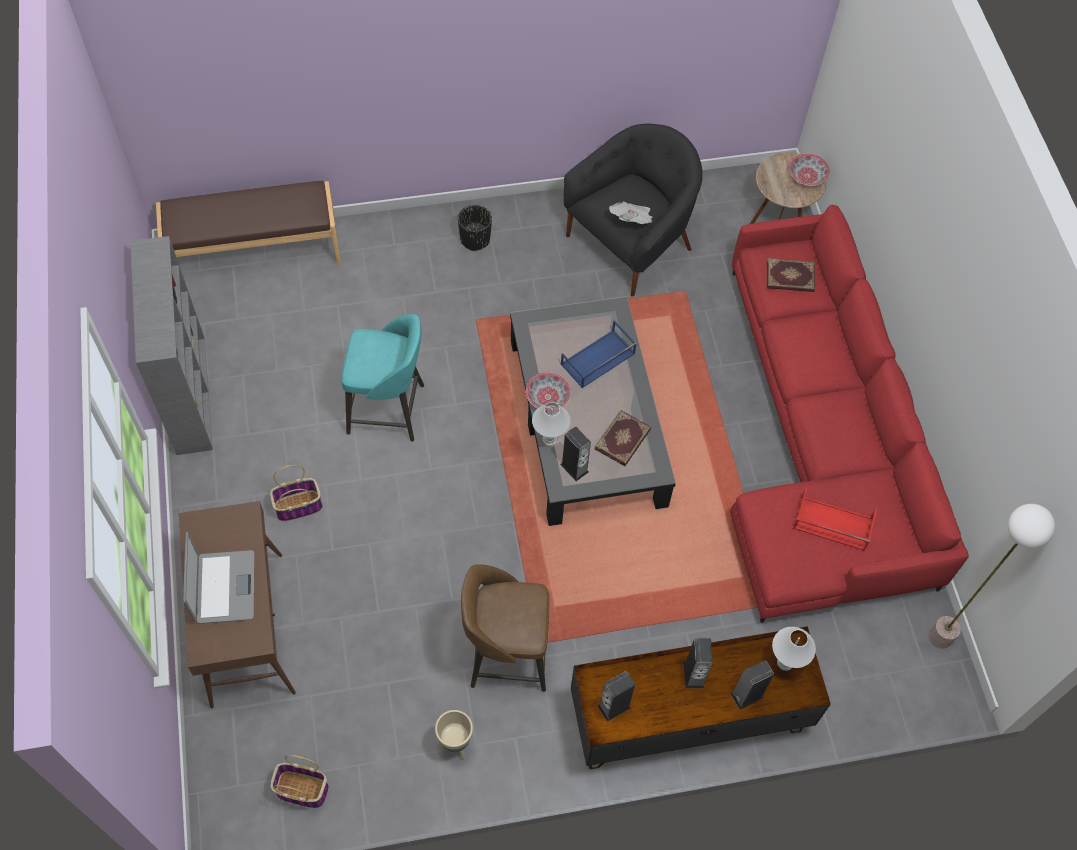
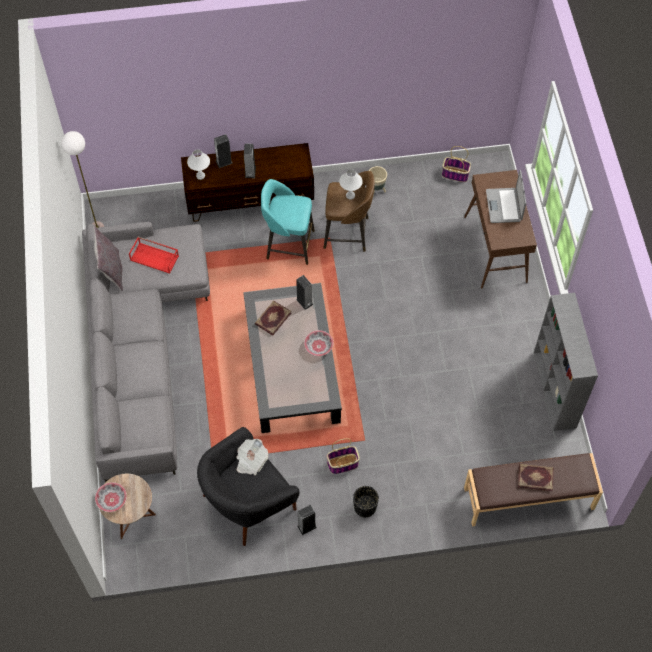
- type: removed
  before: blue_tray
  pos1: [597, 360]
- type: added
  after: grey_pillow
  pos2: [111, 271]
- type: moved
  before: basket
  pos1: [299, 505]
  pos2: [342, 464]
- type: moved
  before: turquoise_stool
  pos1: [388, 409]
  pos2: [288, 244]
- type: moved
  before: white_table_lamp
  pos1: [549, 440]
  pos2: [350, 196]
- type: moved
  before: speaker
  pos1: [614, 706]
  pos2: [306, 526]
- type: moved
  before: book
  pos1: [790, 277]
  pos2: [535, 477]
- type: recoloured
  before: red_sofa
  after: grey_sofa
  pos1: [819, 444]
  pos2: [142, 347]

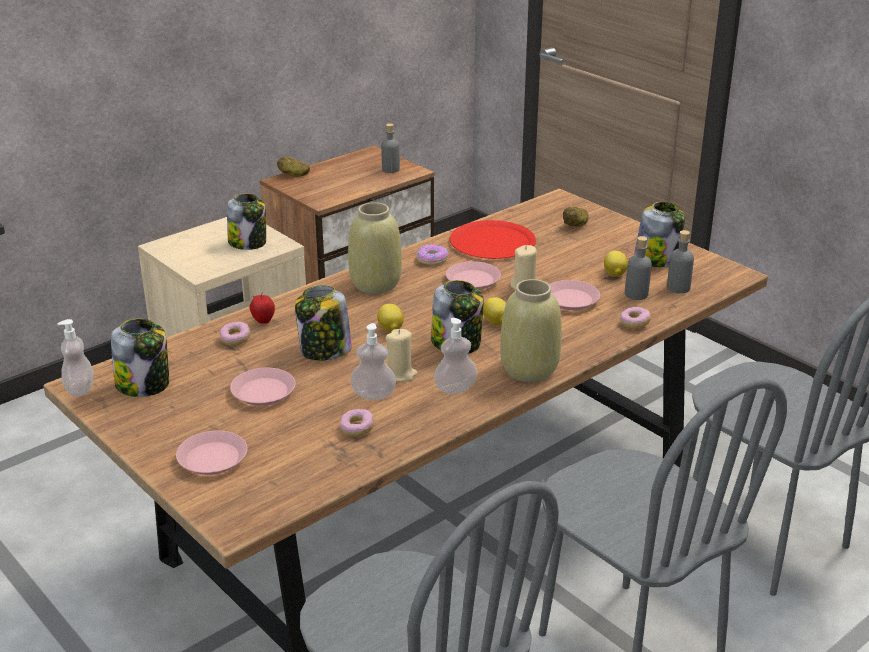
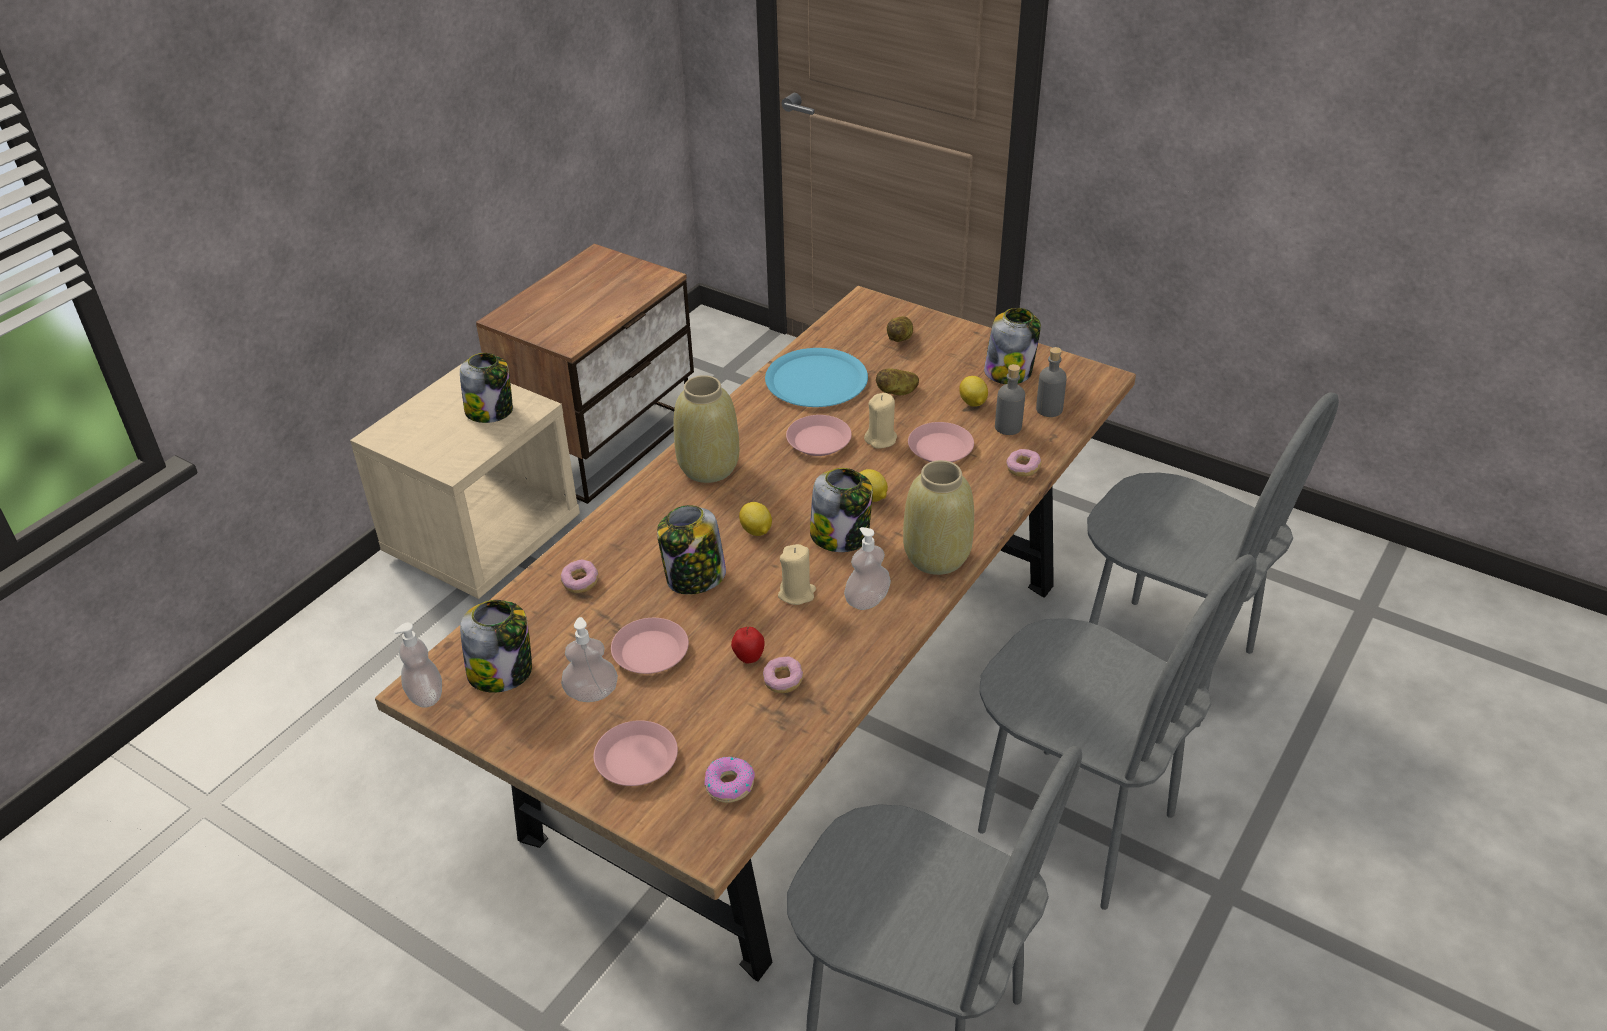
- type: removed
  before: grey_bottle
  pos1: [390, 169]
- type: moved
  before: apple
  pos1: [263, 321]
  pos2: [748, 658]
- type: moved
  before: potato
  pos1: [293, 175]
  pos2: [897, 392]
- type: moved
  before: soap_dispenser
  pos1: [373, 395]
  pos2: [591, 693]
- type: moved
  before: donut
  pos1: [432, 259]
  pos2: [729, 784]
- type: recoloured
  before: red_plate
  after: blue_plate
  pos1: [492, 242]
  pos2: [816, 380]

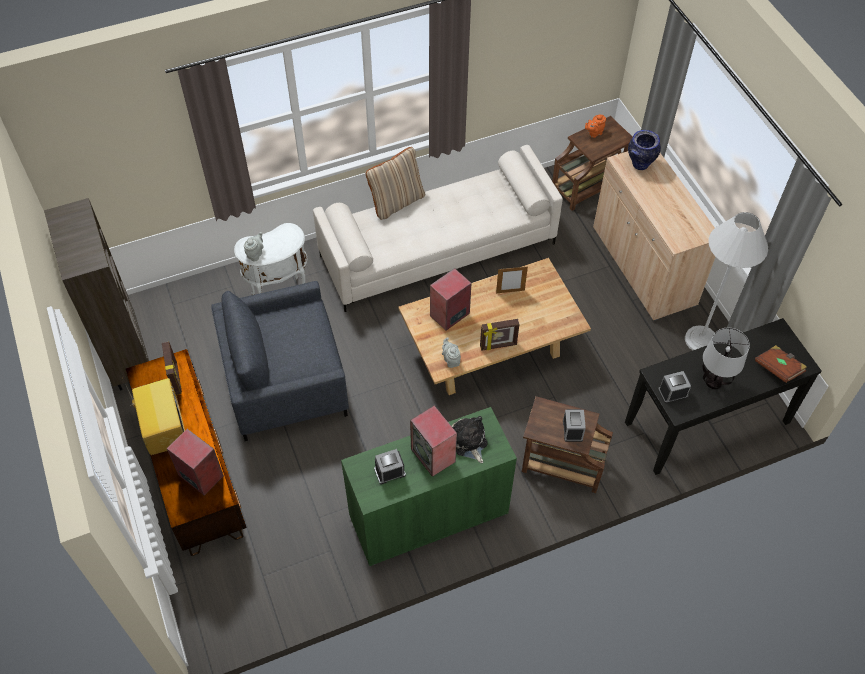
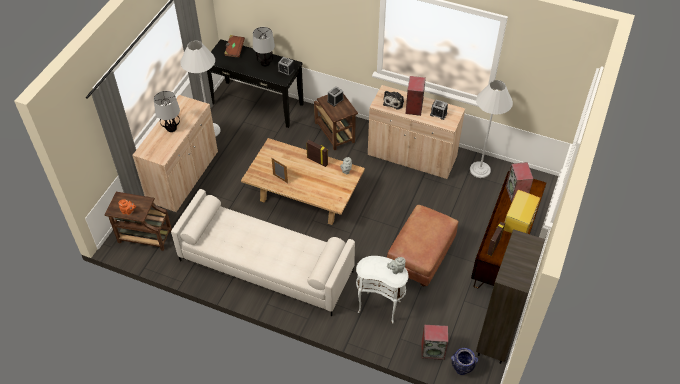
- type: removed
  before: beige_pillow
  pos1: [396, 202]
- type: added
  after: table_lamp
  pos2: [171, 129]
- type: added
  after: white_floor_lamp
  pos2: [480, 170]
- type: moved
  before: speaker
  pos1: [449, 315]
  pos2: [433, 350]
- type: moved
  before: vase
  pos1: [640, 165]
  pos2: [461, 369]
- type: replaced
  before: grey_armchair
  after: brown_ottoman
  pos1: [285, 382]
  pos2: [420, 259]
- type: recoloured
  before: green_cabinet
  after: beige_cabinet
  pos1: [428, 514]
  pos2: [412, 156]

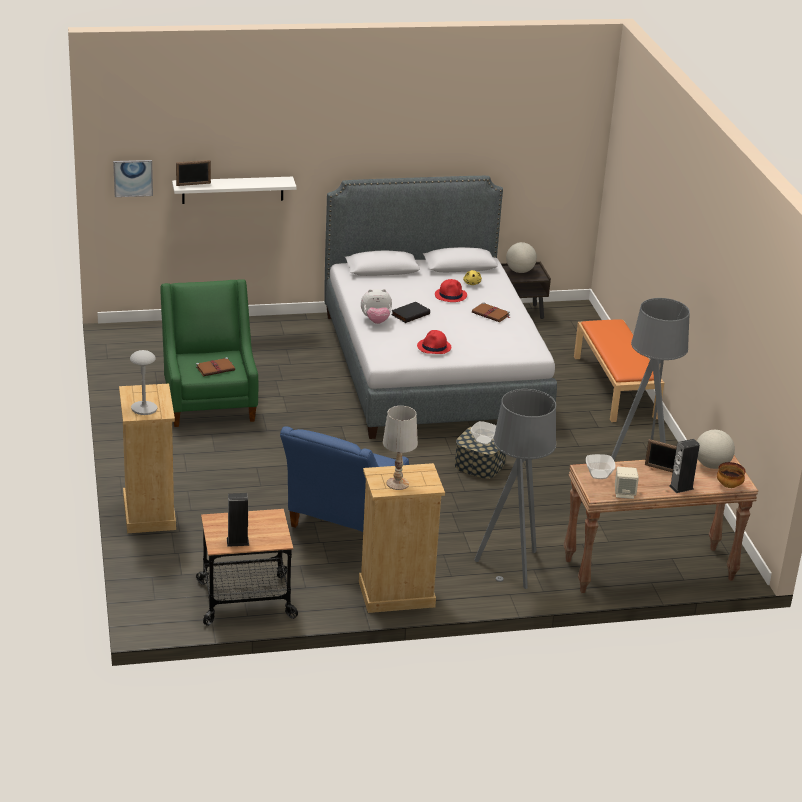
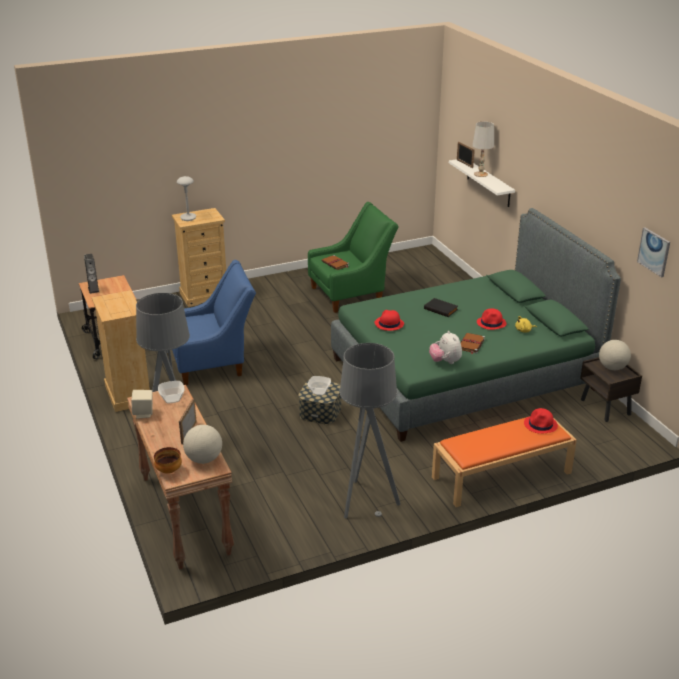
- type: removed
  before: speaker
  pos1: [681, 487]
- type: added
  after: red_hat
  pos2: [540, 425]
- type: moved
  before: picture
  pos1: [133, 178]
  pos2: [654, 252]
- type: moved
  before: plush_toy
  pos1: [376, 321]
  pos2: [445, 362]
- type: moved
  before: white_table_lamp
  pos1: [397, 483]
  pos2: [480, 174]
- type: recoloured
  before: grey_bed
  after: green_bed
  pos1: [431, 368]
  pos2: [463, 373]
- type: turned
  before: blue_armchair
  pos1: [342, 523]
  pos2: [213, 362]
  turn: 150

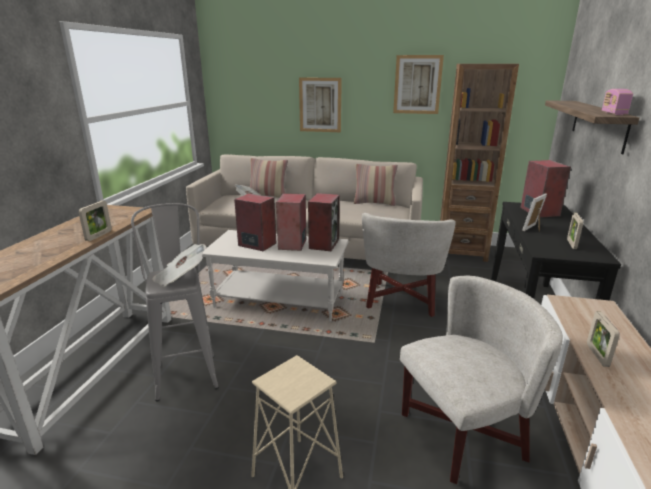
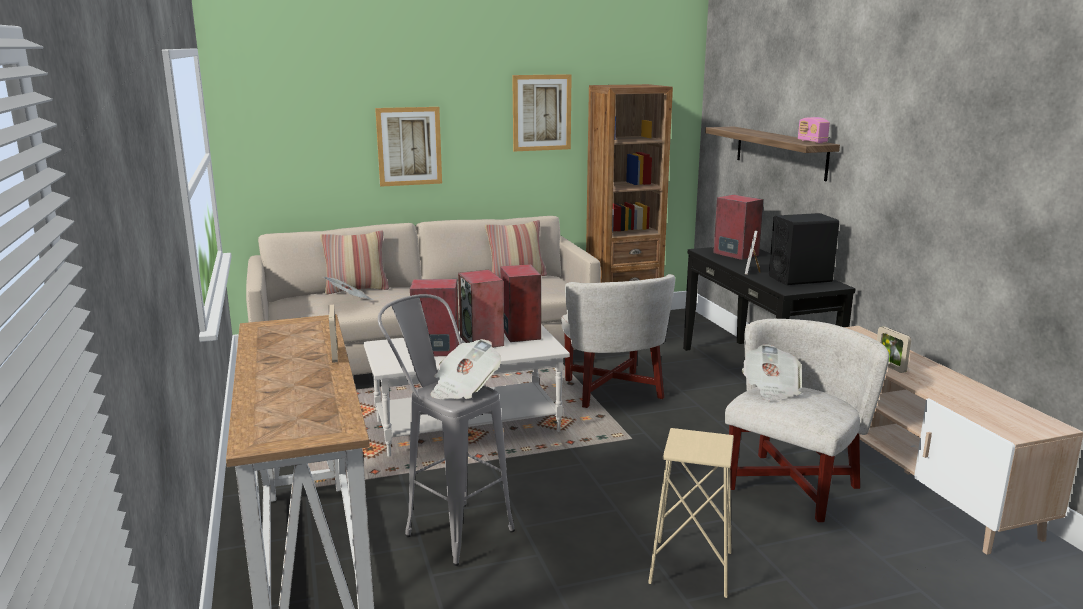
- type: added
  after: newspaper
  pos2: [770, 389]
- type: replaced
  before: picture_frame
  after: black_speaker
  pos1: [571, 244]
  pos2: [800, 279]

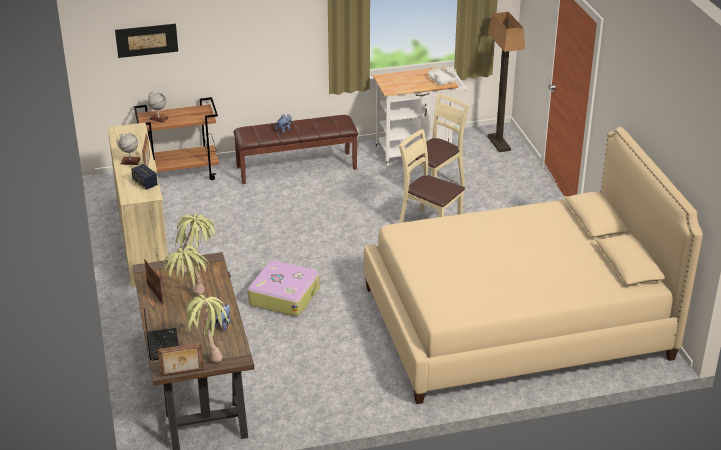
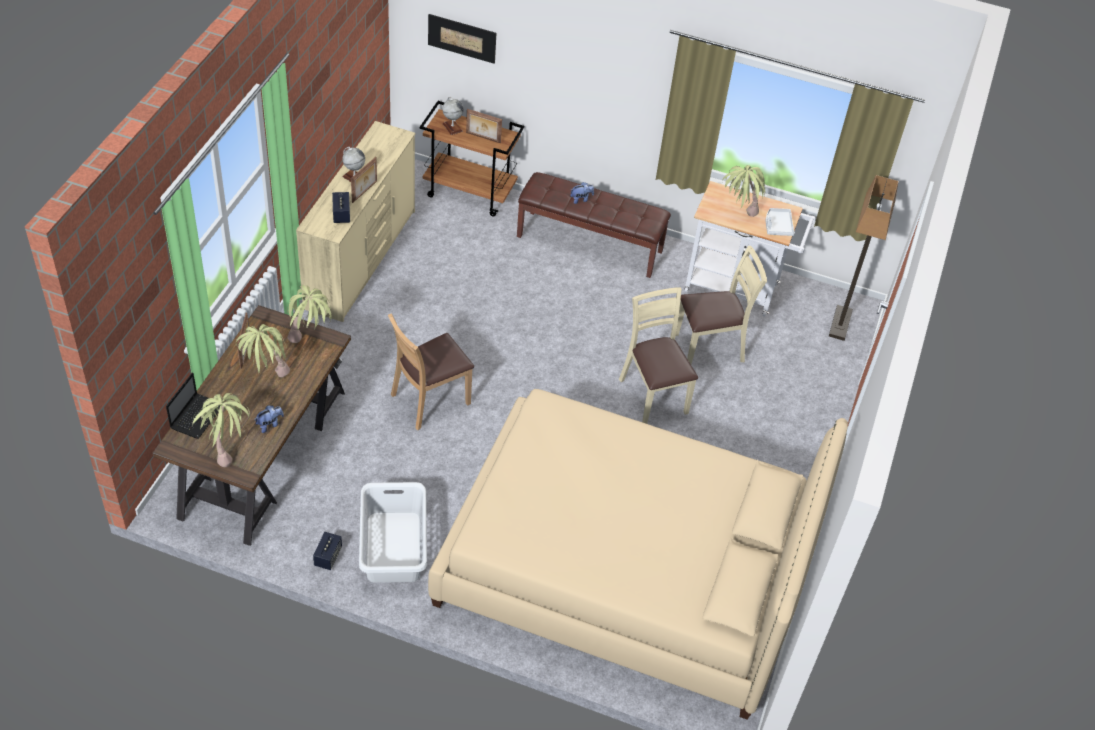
- type: added
  after: speaker
  pos2: [328, 557]
- type: added
  after: white_laundry_basket
  pos2: [393, 547]
- type: added
  after: potted_plant
  pos2: [738, 216]
- type: moved
  before: picture_frame
  pos1: [182, 373]
  pos2: [483, 138]
- type: replaced
  before: suitcase
  after: brown_chair
  pos1: [284, 296]
  pos2: [430, 400]

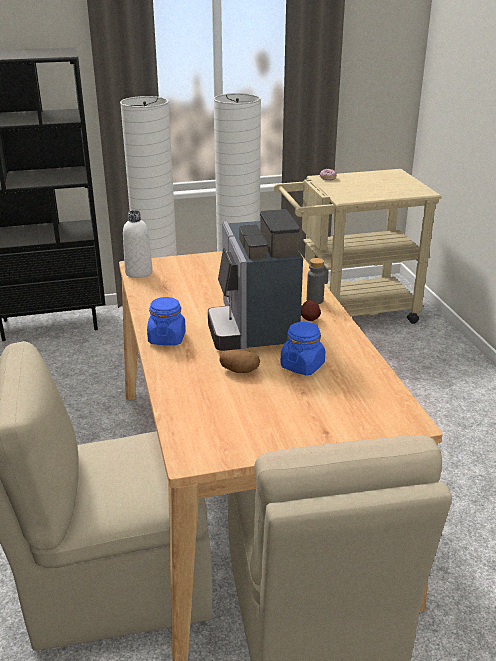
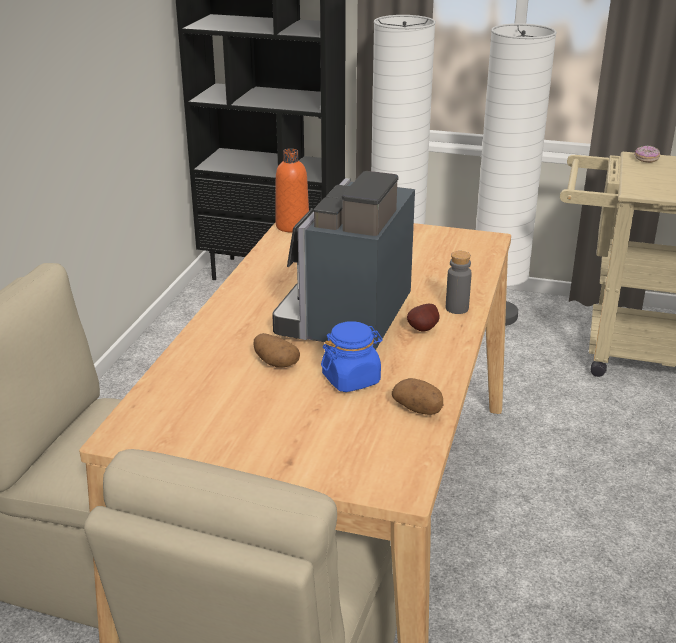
- type: removed
  before: blue_jar
  pos1: [167, 338]
- type: added
  after: potato
  pos2: [418, 409]
- type: recoloured
  before: white_bottle
  after: orange_bottle
  pos1: [138, 272]
  pos2: [292, 226]

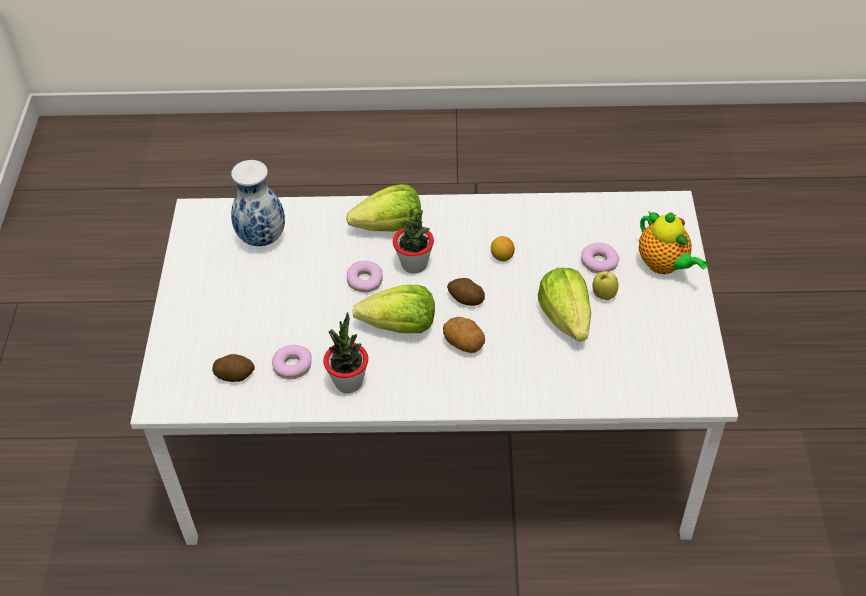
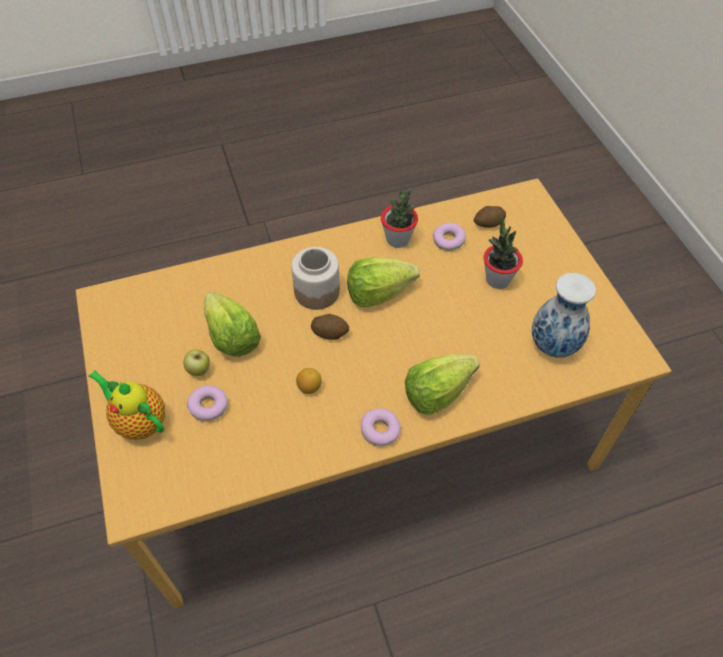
- type: moved
  before: donut
  pos1: [365, 281]
  pos2: [380, 430]
- type: moved
  before: potted_plant
  pos1: [414, 264]
  pos2: [497, 279]
- type: replaced
  before: potato
  after: jar
  pos1: [464, 344]
  pos2: [316, 291]
- type: recoloured
  before: white_dining_table
  after: orange_dining_table
  pos1: [438, 430]
  pos2: [361, 436]

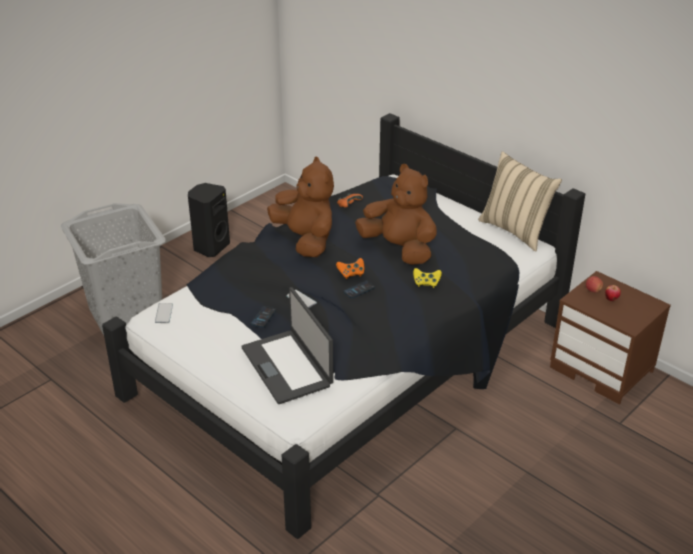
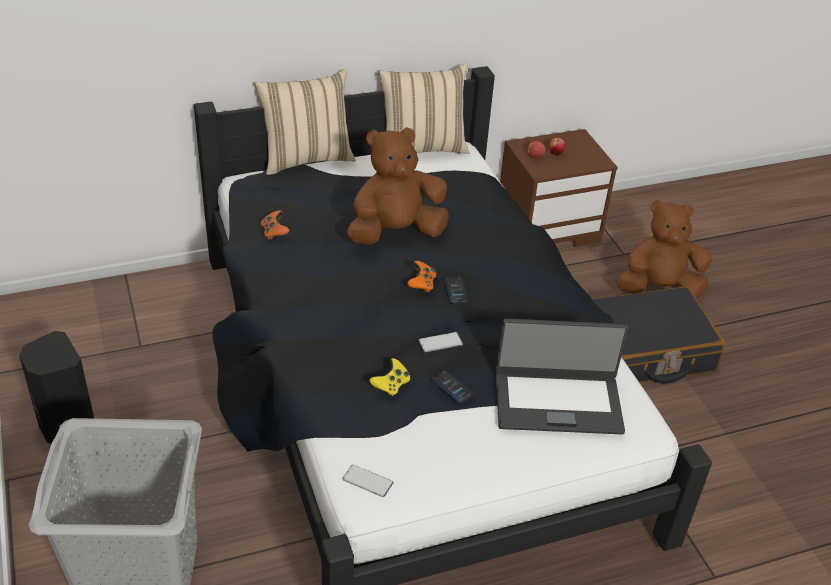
- type: added
  after: beige_pillow
  pos2: [306, 159]
- type: added
  after: black_suitcase
  pos2: [647, 350]
- type: moved
  before: brown_plush_toy
  pos1: [306, 240]
  pos2: [658, 289]
- type: moved
  before: yellow_game_controller
  pos1: [426, 283]
  pos2: [391, 385]

